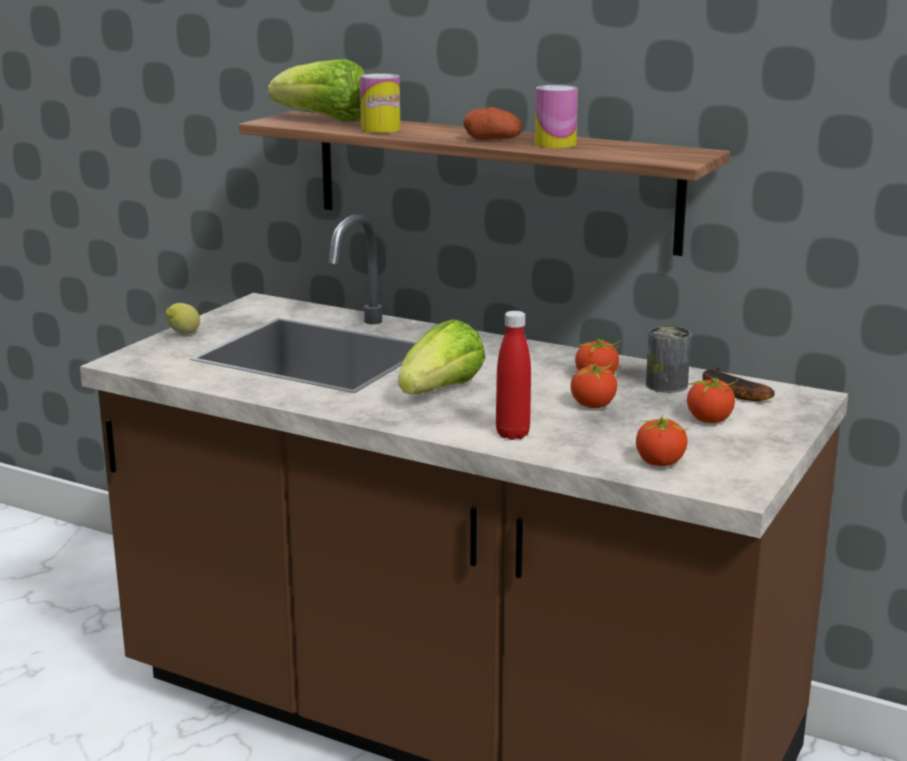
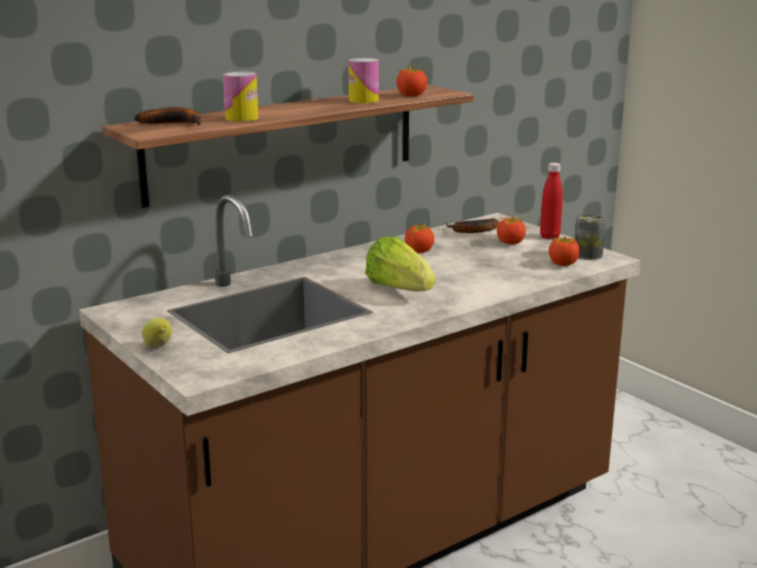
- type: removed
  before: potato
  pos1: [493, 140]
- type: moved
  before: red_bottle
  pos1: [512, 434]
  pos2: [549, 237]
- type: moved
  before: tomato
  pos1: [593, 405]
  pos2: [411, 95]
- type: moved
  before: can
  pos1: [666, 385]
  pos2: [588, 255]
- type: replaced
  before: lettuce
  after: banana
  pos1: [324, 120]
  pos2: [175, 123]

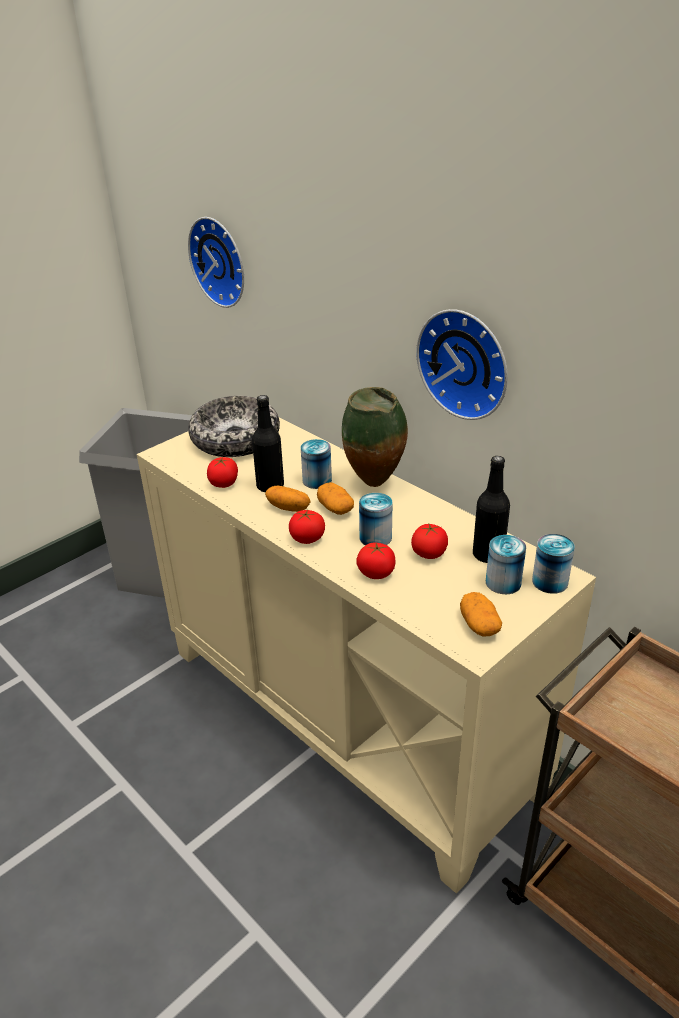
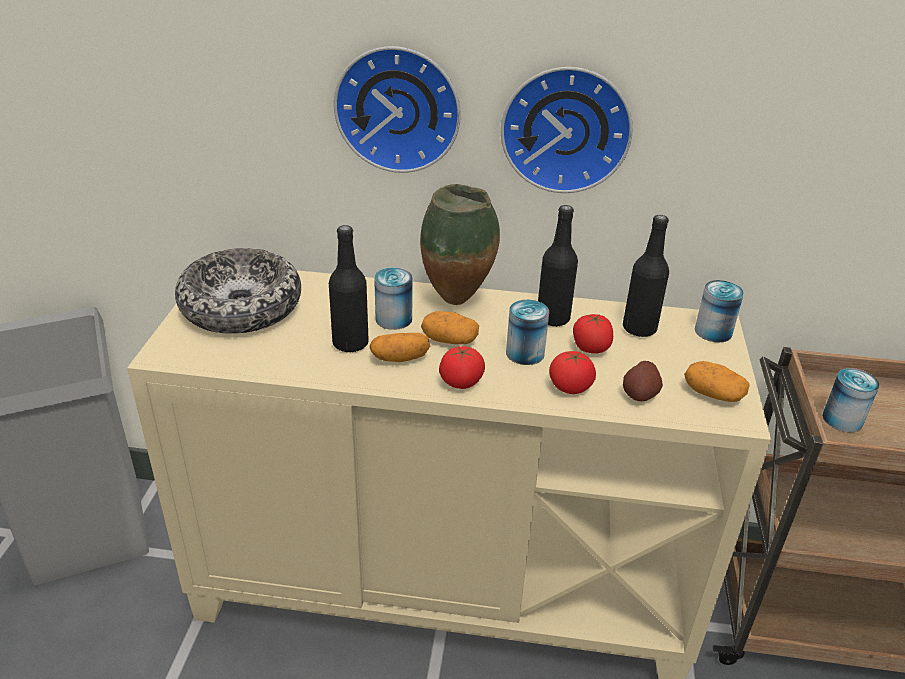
- type: removed
  before: tomato
  pos1: [224, 483]
- type: added
  after: black_bottle
  pos2: [553, 318]
- type: added
  after: potato
  pos2: [640, 394]
- type: moved
  before: wall_clock
  pos1: [221, 261]
  pos2: [398, 108]
- type: moved
  before: can
  pos1: [503, 582]
  pos2: [842, 419]

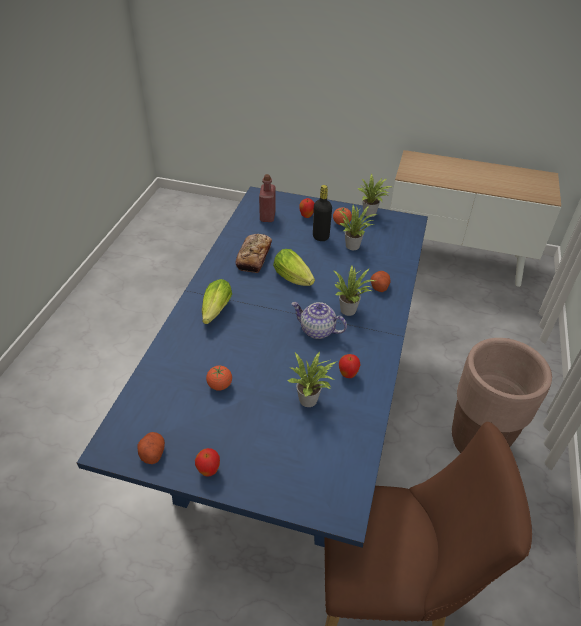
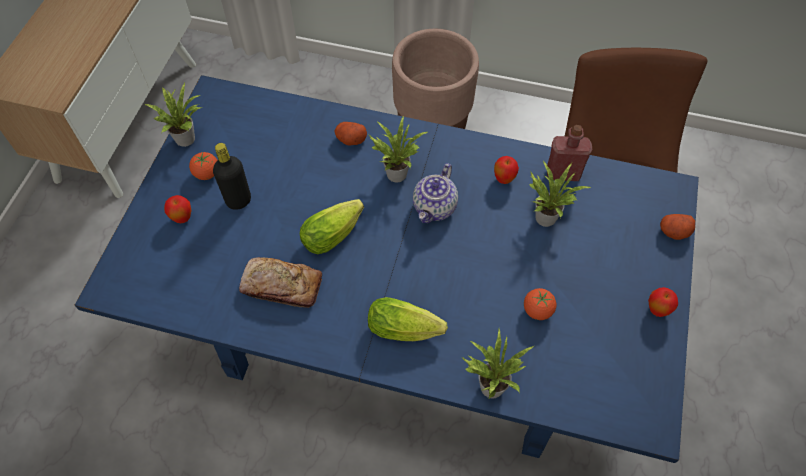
- type: moved
  before: potato
  pos1: [152, 452]
  pos2: [674, 232]
- type: moved
  before: red_bottle
  pos1: [267, 216]
  pos2: [563, 173]
- type: moved
  before: potted_plant
  pos1: [354, 245]
  pos2: [489, 384]

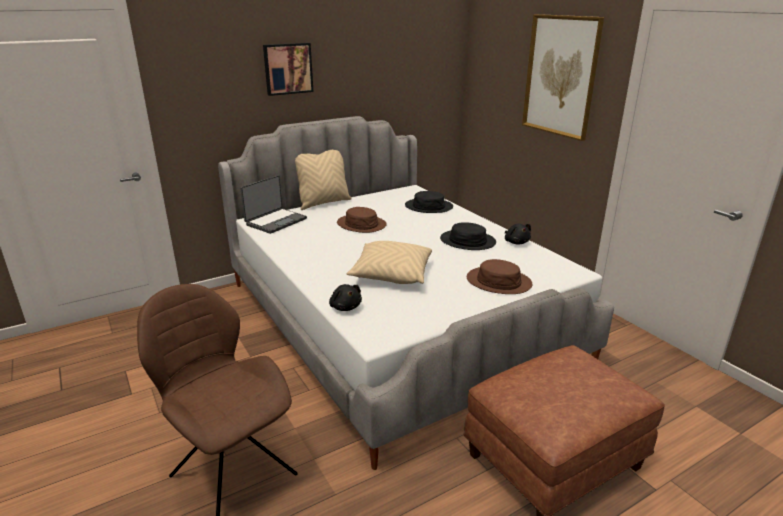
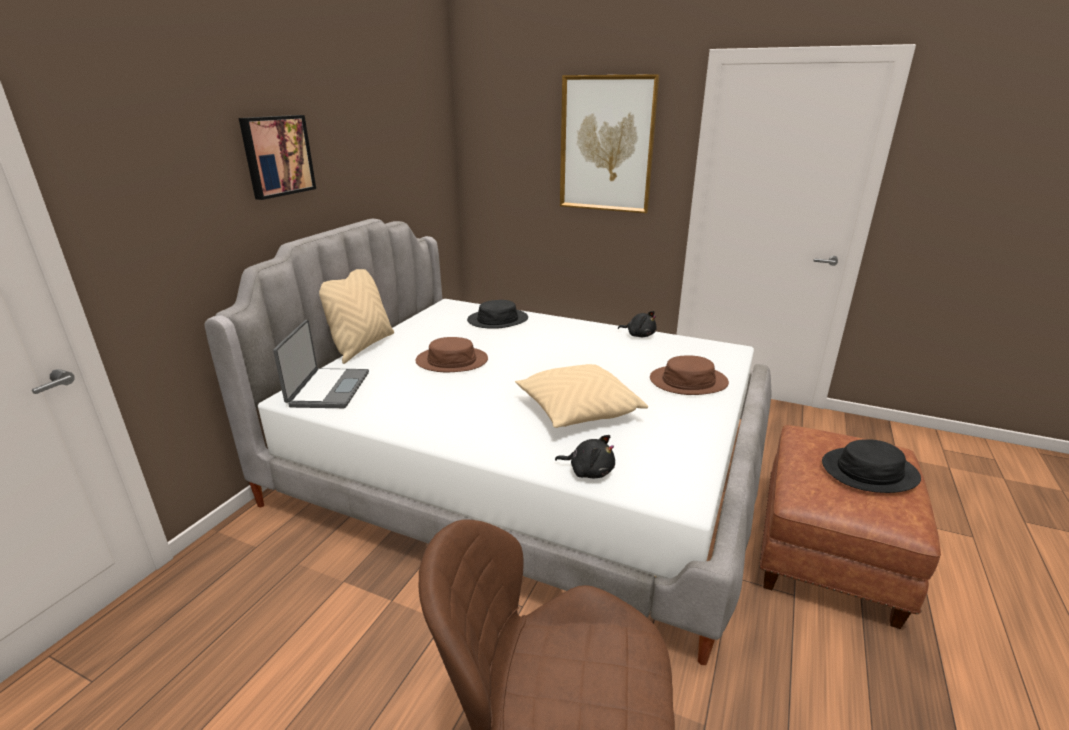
- type: moved
  before: black_hat
  pos1: [467, 241]
  pos2: [869, 471]

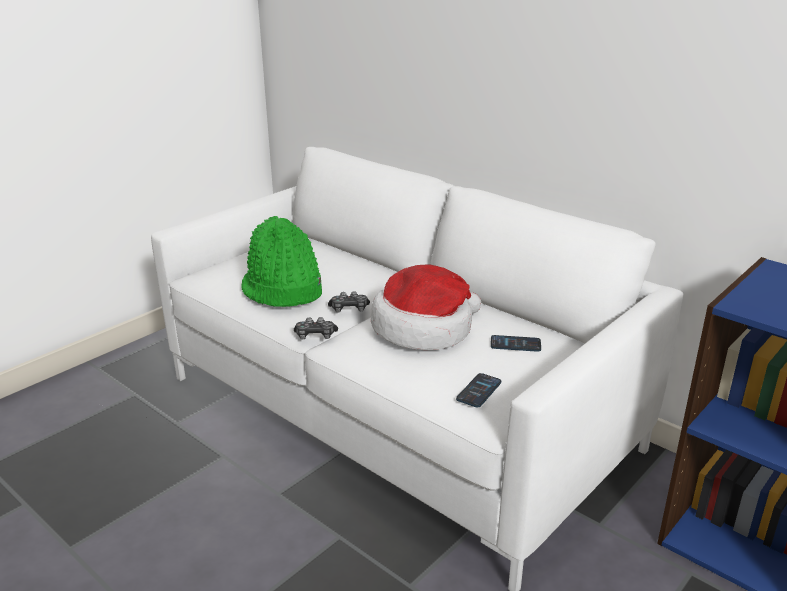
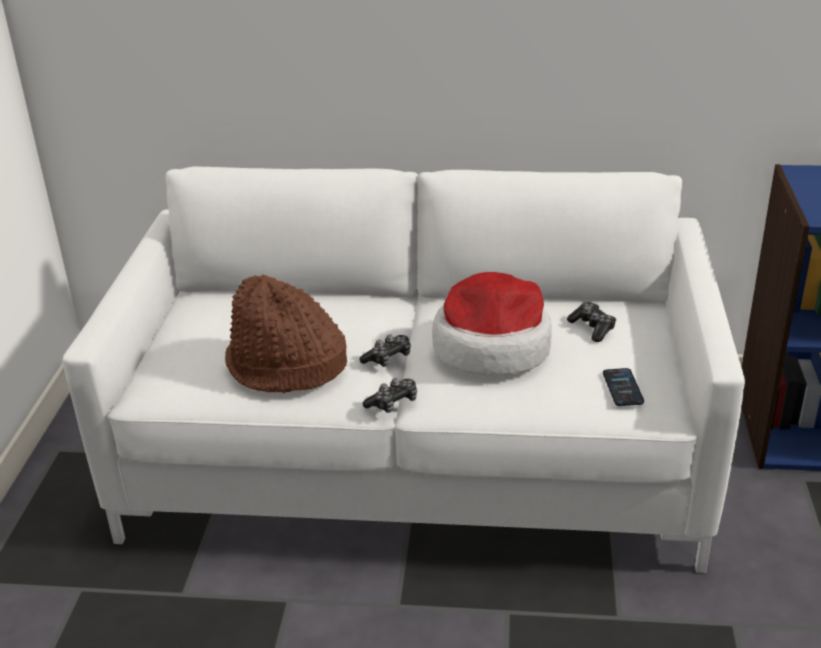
- type: replaced
  before: phone
  after: game_controller
  pos1: [515, 344]
  pos2: [592, 328]
- type: recoloured
  before: green_hat
  after: brown_hat
  pos1: [282, 291]
  pos2: [285, 367]

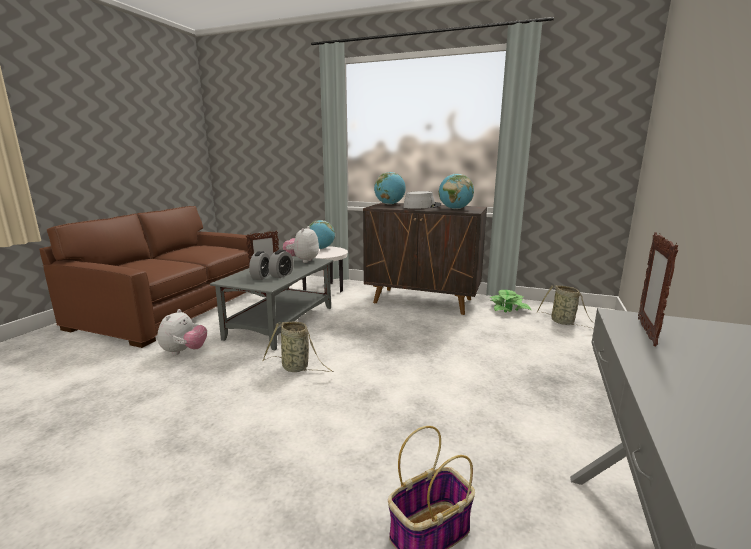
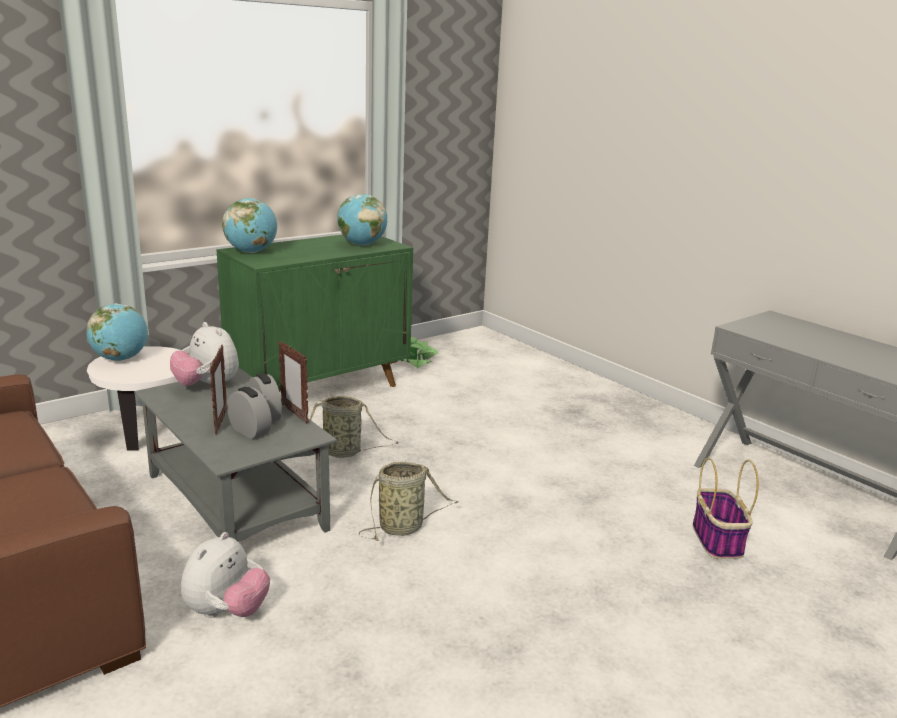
- type: removed
  before: grey_hat
  pos1: [422, 206]
- type: moved
  before: basket
  pos1: [564, 322]
  pos2: [345, 452]
- type: moved
  before: picture_frame
  pos1: [646, 332]
  pos2: [294, 413]
- type: recoloured
  before: brown_cabinet
  after: green_cabinet
  pos1: [423, 301]
  pos2: [321, 389]
- type: turned
  before: plush_toy
  pos1: [184, 352]
  pos2: [227, 612]
  turn: 75

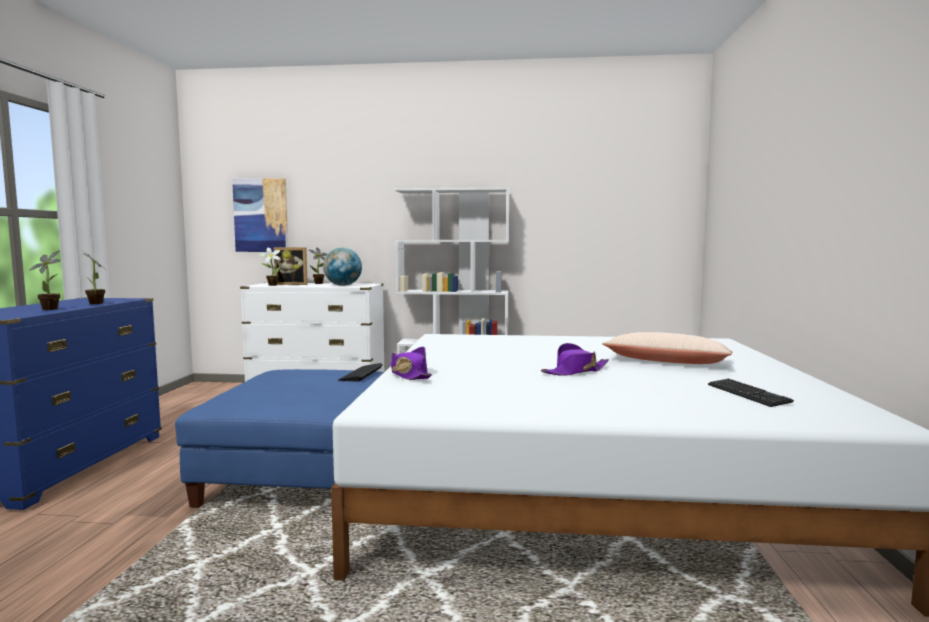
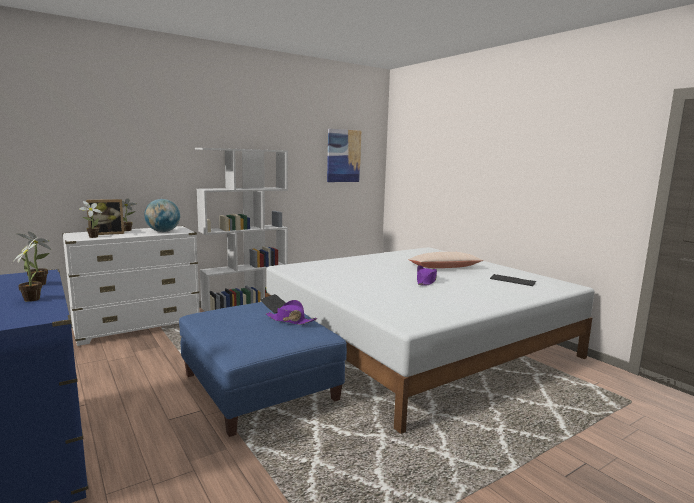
- type: moved
  before: picture
  pos1: [261, 215]
  pos2: [343, 156]
- type: moved
  before: purple_hat
  pos1: [409, 375]
  pos2: [290, 320]

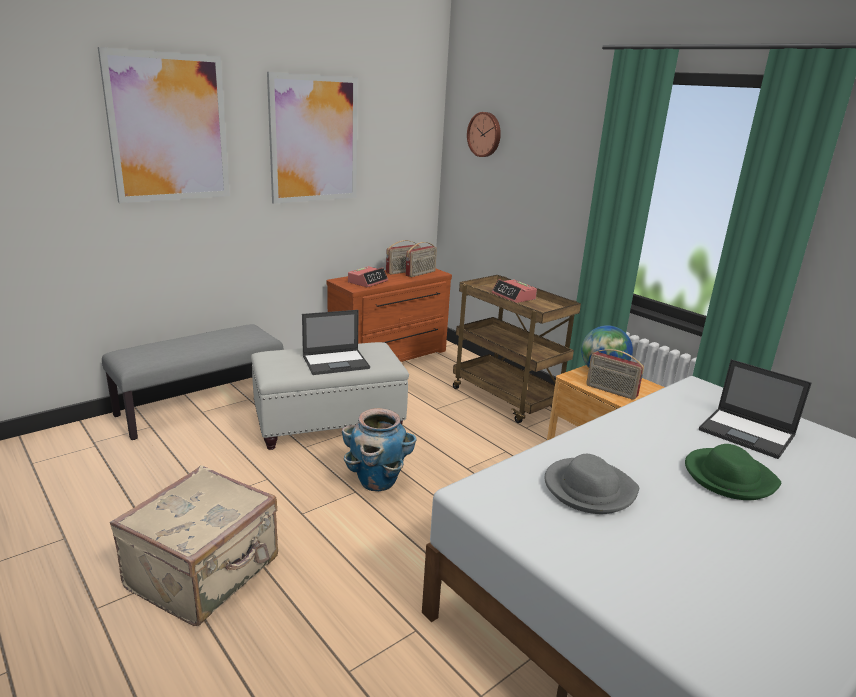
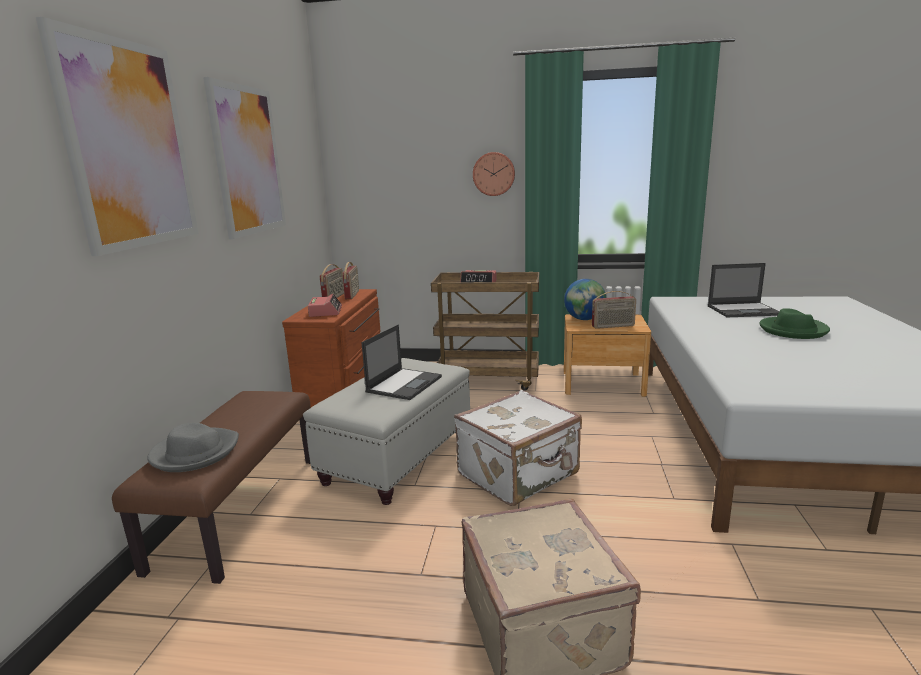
- type: moved
  before: wall_clock
  pos1: [485, 134]
  pos2: [494, 174]
- type: moved
  before: grey_hat
  pos1: [589, 489]
  pos2: [194, 453]
- type: replaced
  before: planter
  after: white_suitcase
  pos1: [377, 481]
  pos2: [519, 474]
- type: recoloured
  before: grey_bench
  after: brown_bench
  pos1: [201, 406]
  pos2: [238, 510]

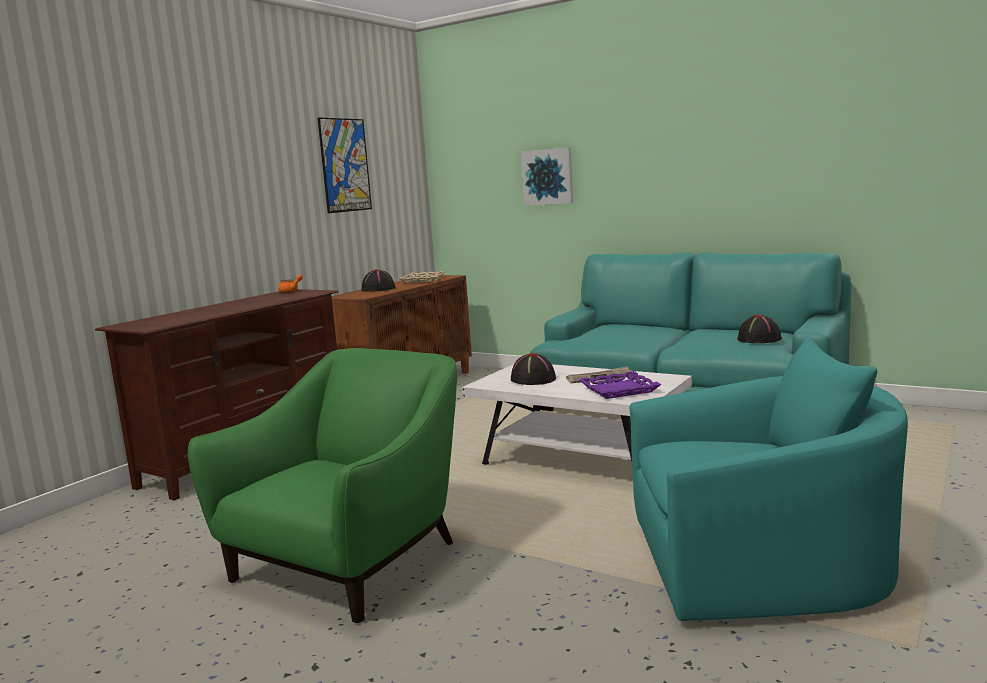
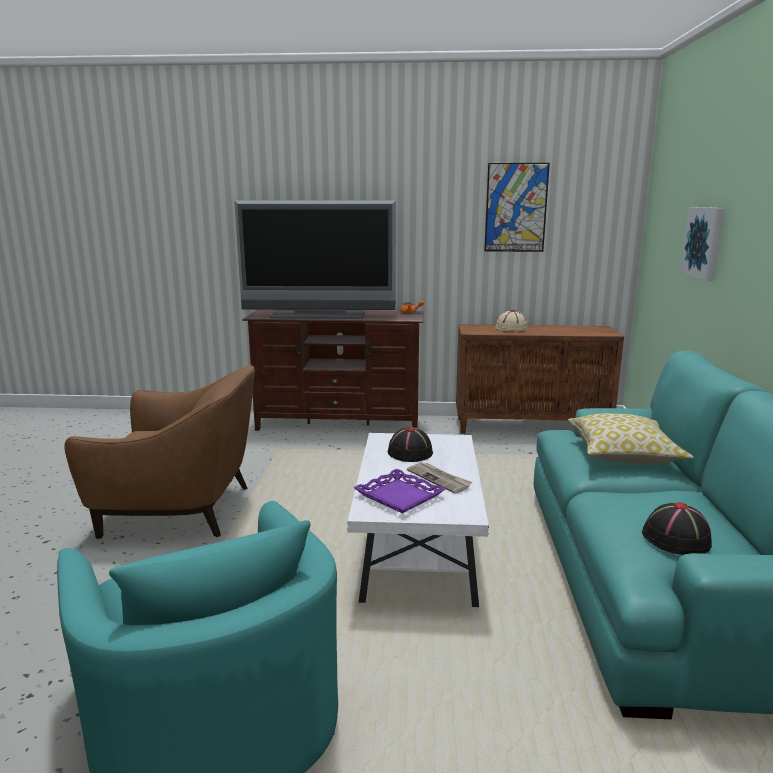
- type: removed
  before: beige_tray
  pos1: [423, 280]
- type: added
  after: television
  pos2: [318, 314]
- type: added
  after: pillow
  pos2: [623, 454]
- type: recoloured
  before: green_armchair
  after: brown_armchair
  pos1: [350, 562]
  pos2: [180, 510]
- type: recoloured
  before: black_hat
  after: beige_hat
  pos1: [378, 289]
  pos2: [511, 328]

